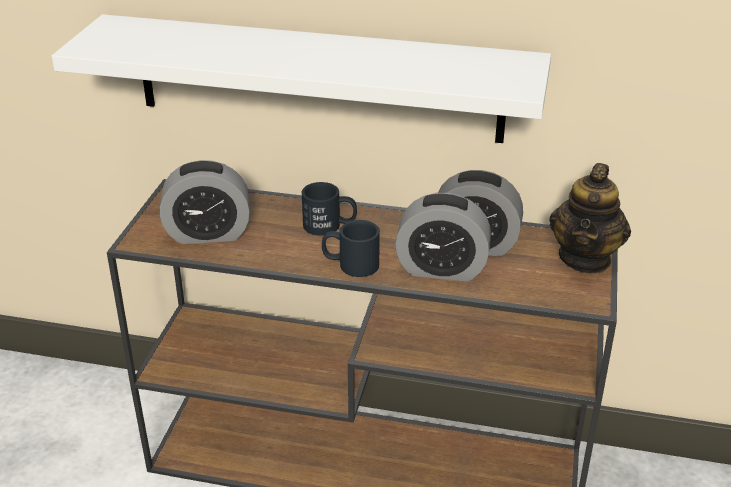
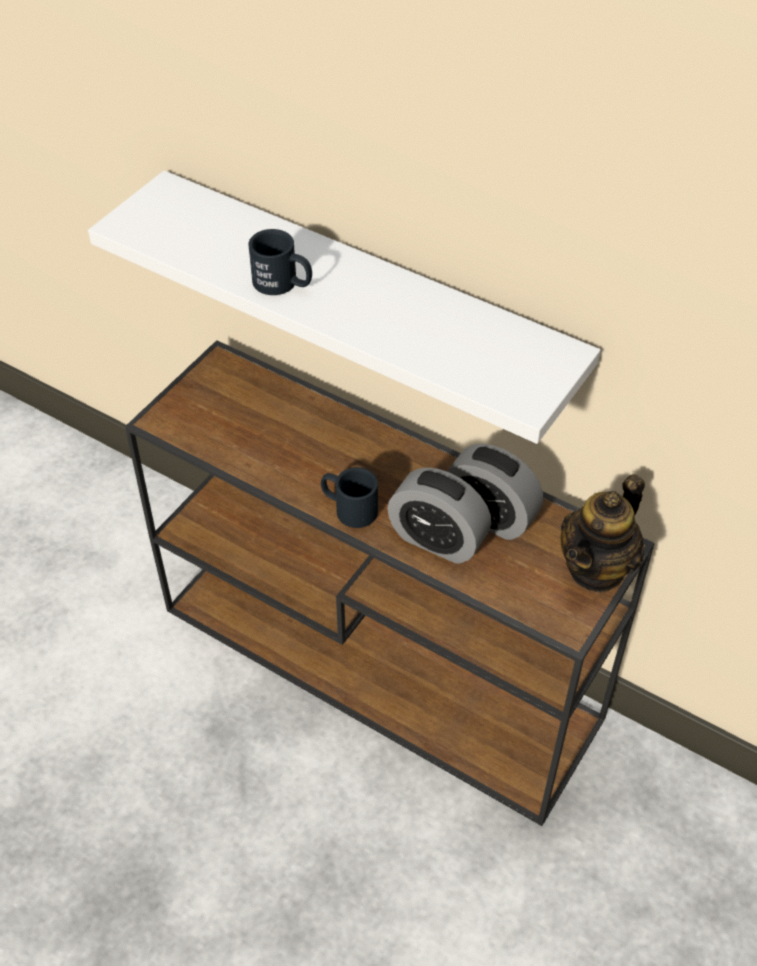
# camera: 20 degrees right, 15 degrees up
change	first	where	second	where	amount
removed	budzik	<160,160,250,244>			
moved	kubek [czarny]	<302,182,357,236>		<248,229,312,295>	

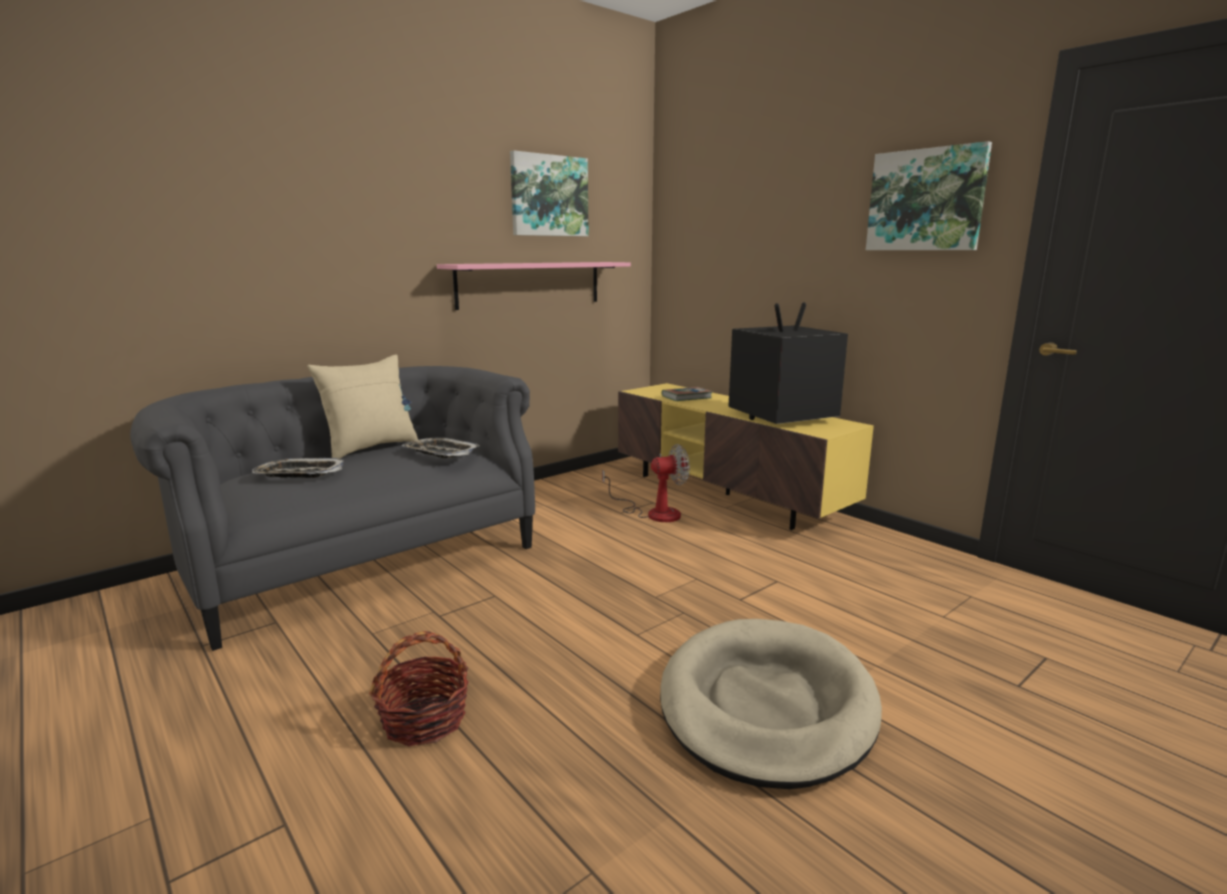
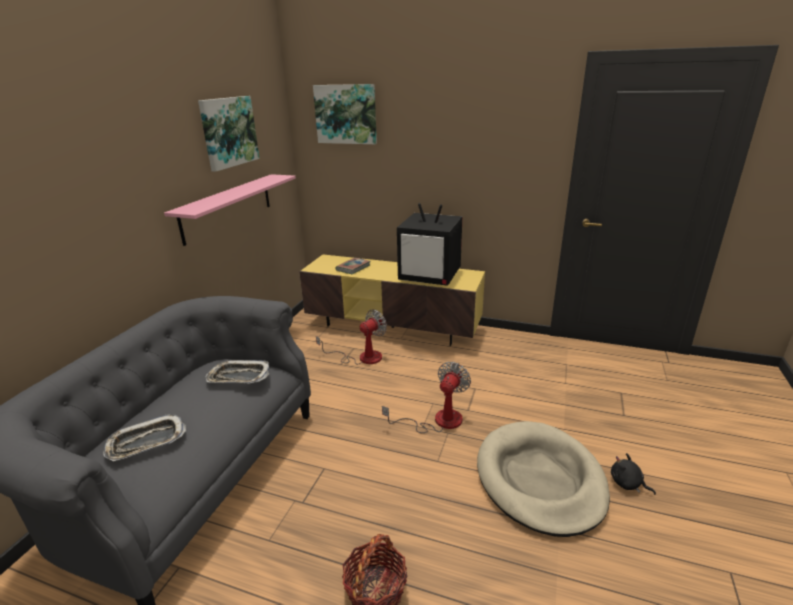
# camera: 30 degrees left, 10 degrees up
change	first	where	second	where	amount
removed	poduszka [beżowy]	<307,354,418,458>			
turned	telewizor	<728,302,848,424>		<397,203,463,286>	105 degrees counterclockwise
moved	obraz	<866,141,992,250>		<313,84,377,144>	
added			wentylator	<382,362,471,433>	
added			pluszak [czarny]	<611,453,656,495>	

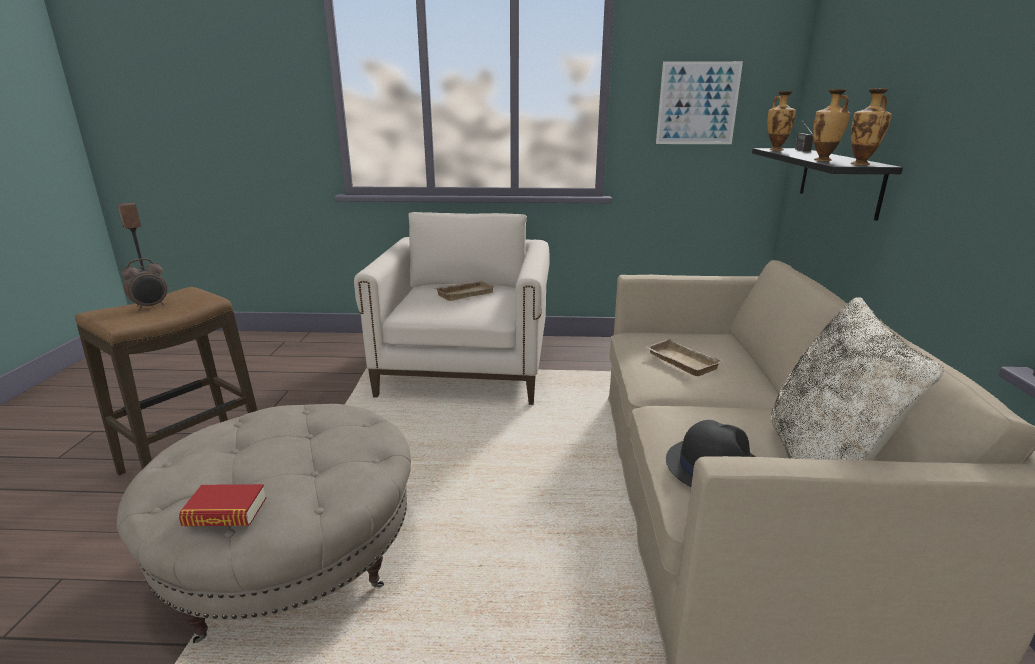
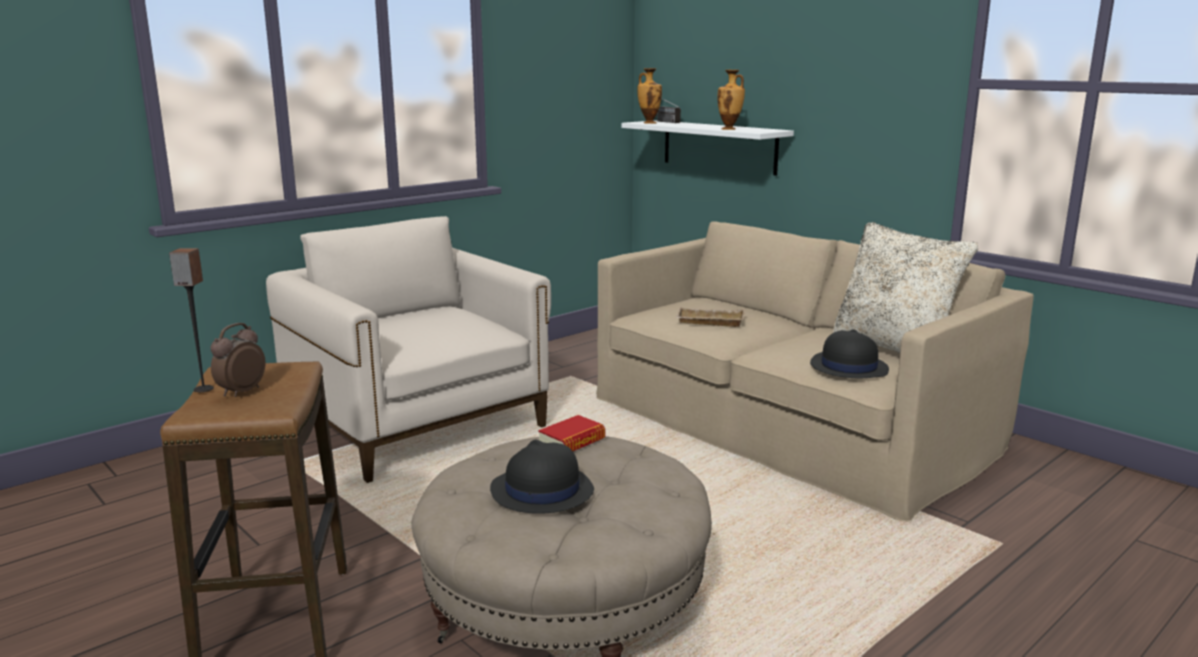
# camera: 45 degrees left, 5 degrees down
change	first	where	second	where	amount
turned	budzik	<122,258,167,310>		<210,323,265,397>	150 degrees counterclockwise
moved	książka	<179,484,266,526>		<538,415,605,451>	
removed	taca [beżowy]	<435,281,495,301>			
removed	obraz	<656,61,743,144>			
recoloured	półka [czarny]	<752,148,903,221>	półka [biały]	<621,120,794,176>	
removed	wazon	<851,88,892,165>			
added			kapelusz [czarny]	<490,440,594,514>	

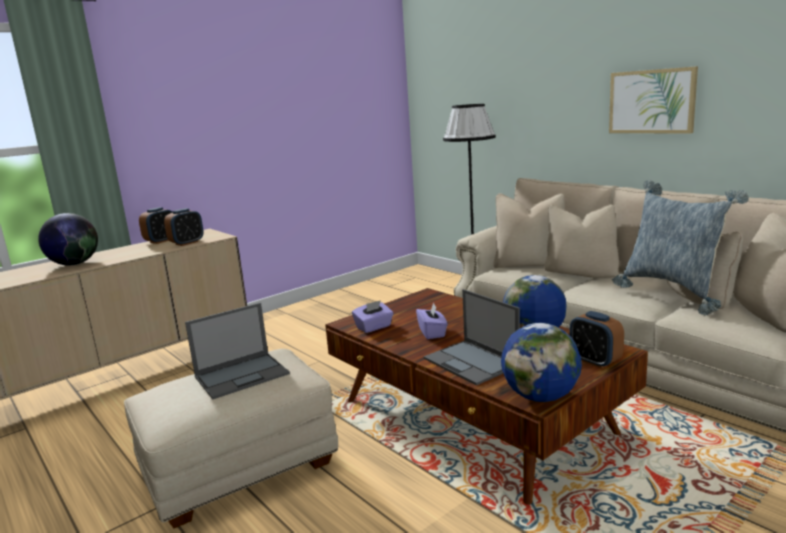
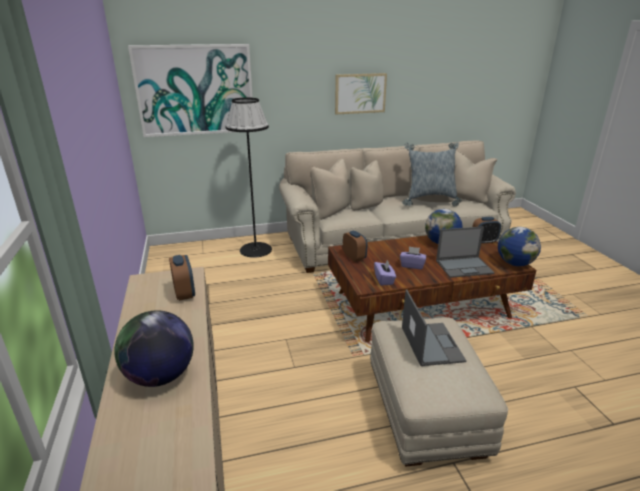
# camera: 65 degrees left, 10 degrees up
change	first	where	second	where	amount
moved	budzik	<139,207,173,244>		<343,231,367,262>	
added			obraz	<128,44,253,137>	

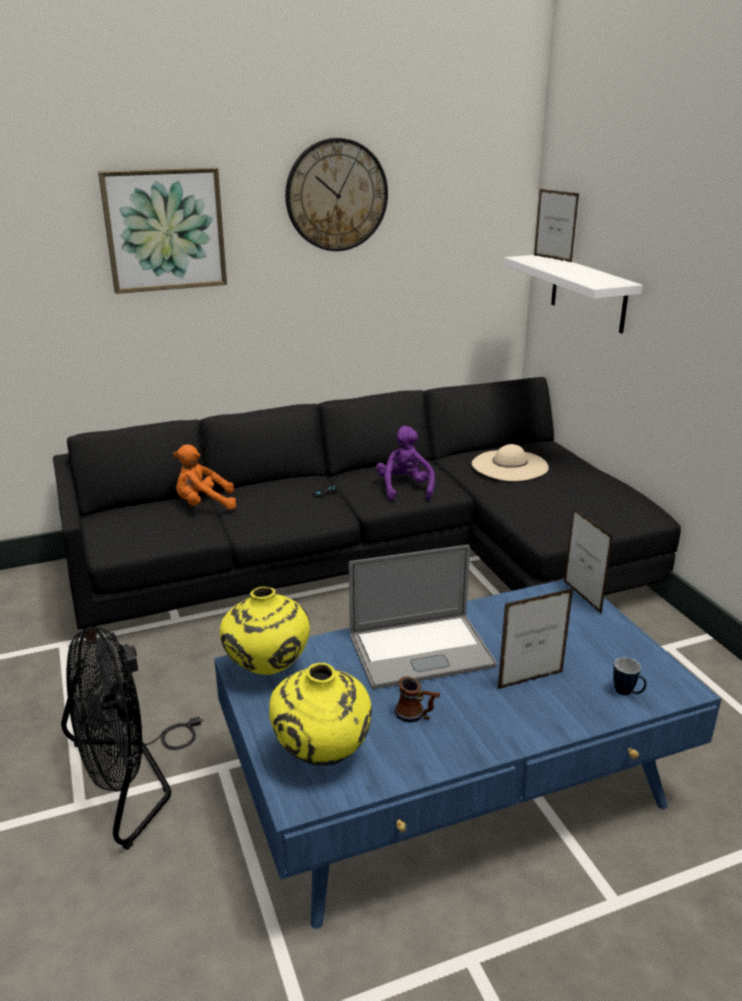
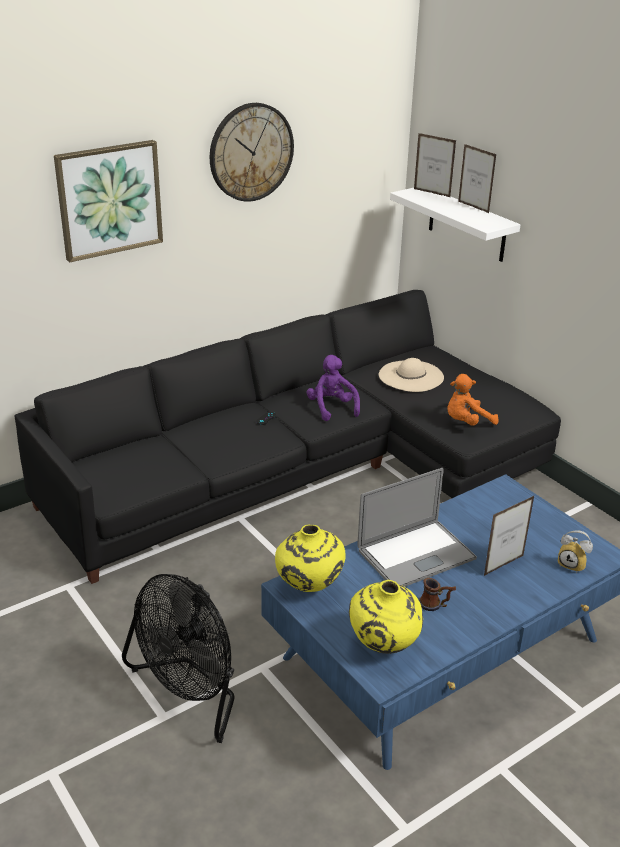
# camera: 15 degrees left, 5 degrees up
change	first	where	second	where	amount
moved	pluszak [pomarańczowy]	<173,444,236,510>		<447,374,499,426>	
moved	ramka na zdjęcie	<564,507,613,614>		<458,144,497,213>	
replaced	kubek	<613,658,647,695>	budzik	<558,530,593,573>	

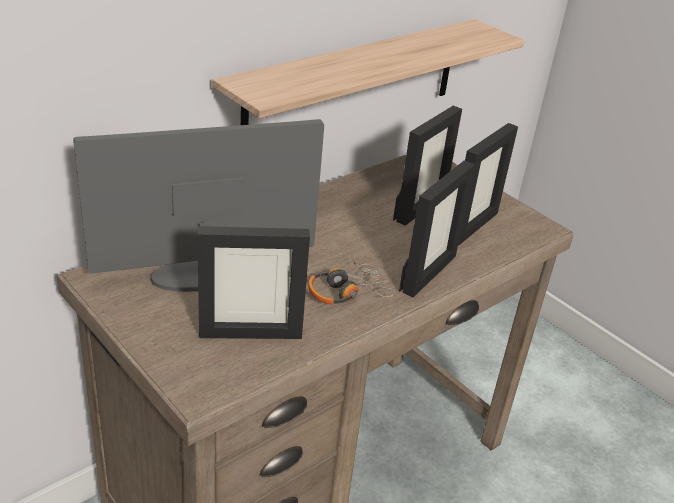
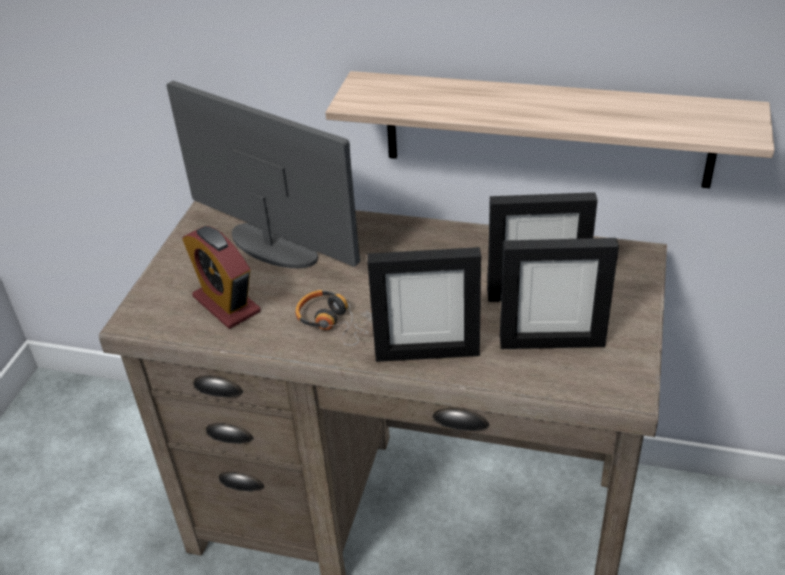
# camera: 60 degrees right, 5 degrees up
change	first	where	second	where	amount
replaced	ramka na zdjęcie	<197,226,310,339>	budzik	<182,226,261,329>	

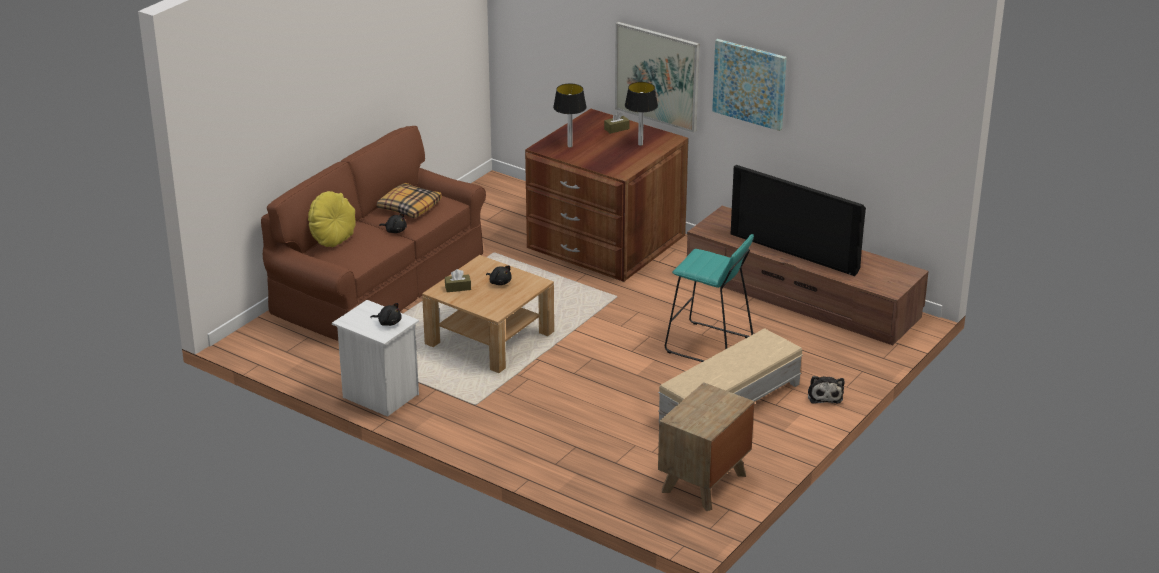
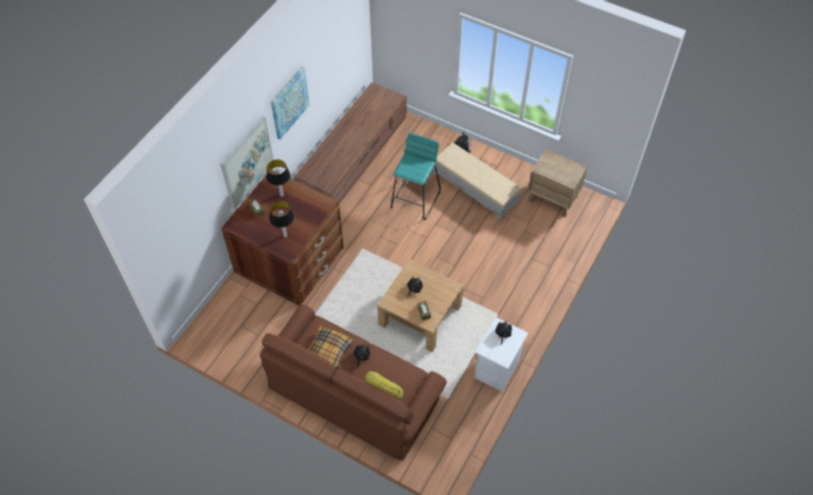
# camera: 95 degrees left, 25 degrees up
change	first	where	second	where	amount
removed	telewizor	<731,165,866,276>			

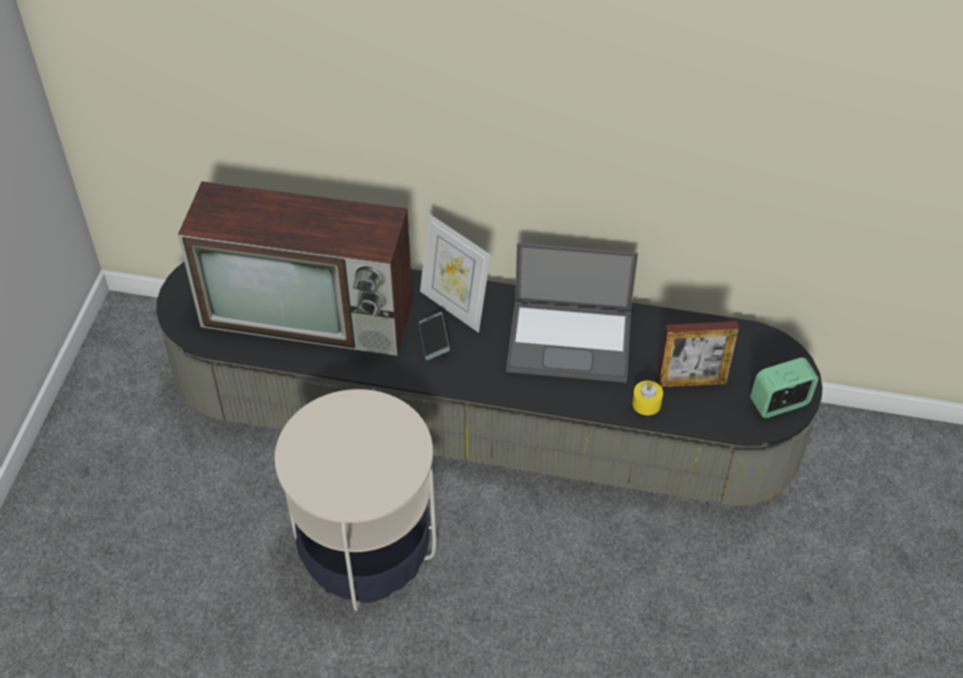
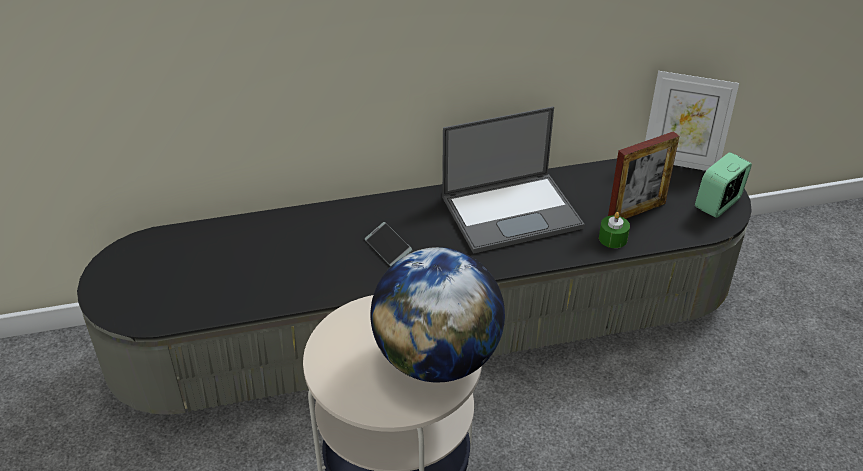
# camera: 25 degrees left, 10 degrees down
change	first	where	second	where	amount
removed	telewizor	<178,181,413,356>			
moved	ramka na zdjęcie	<420,214,491,333>		<645,71,739,171>	
recoloured	świeca [żółty]	<632,381,663,415>	świeca [zielony]	<599,212,630,248>	
added			globus	<371,247,505,383>	

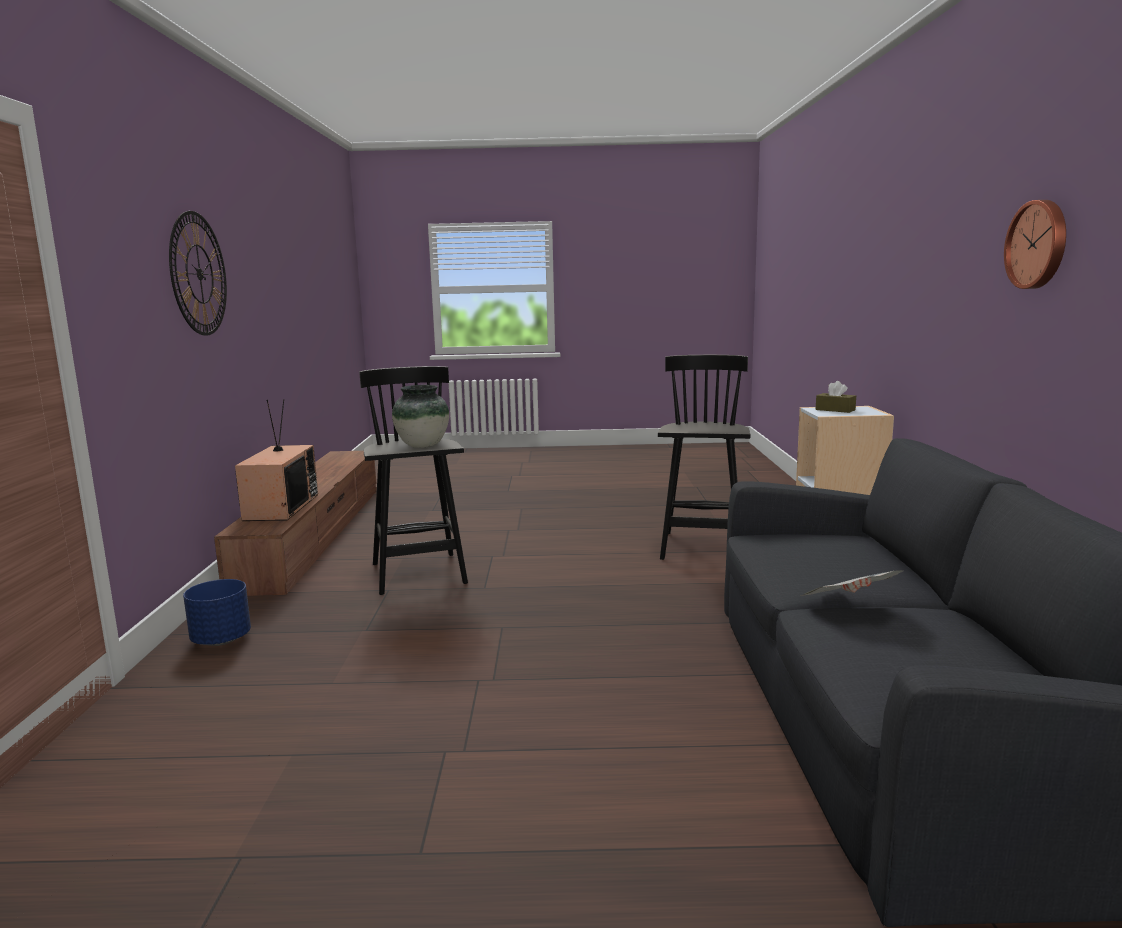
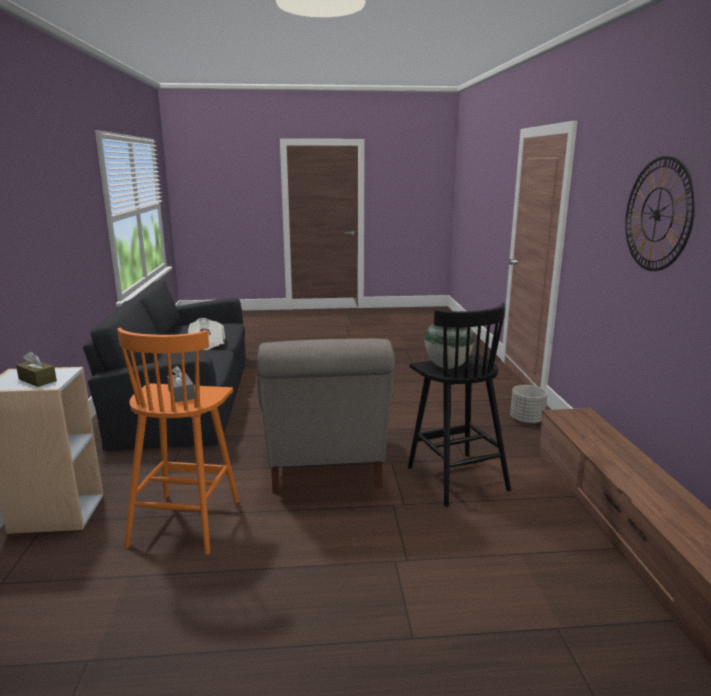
# camera: 175 degrees right, 5 degrees up
change	first	where	second	where	amount
recoloured	donica [niebieski]	<183,579,251,646>	donica [szary]	<510,385,548,423>	
removed	telewizor	<235,399,318,521>			
recoloured	stołek [czarny]	<658,355,750,560>	stołek [pomarańczowy]	<117,327,239,555>	
removed	zegar ścienny	<1004,200,1066,289>			
added			pudełko chusteczek [szary]	<167,366,195,402>	
added			fotel [szary]	<257,339,395,494>	

